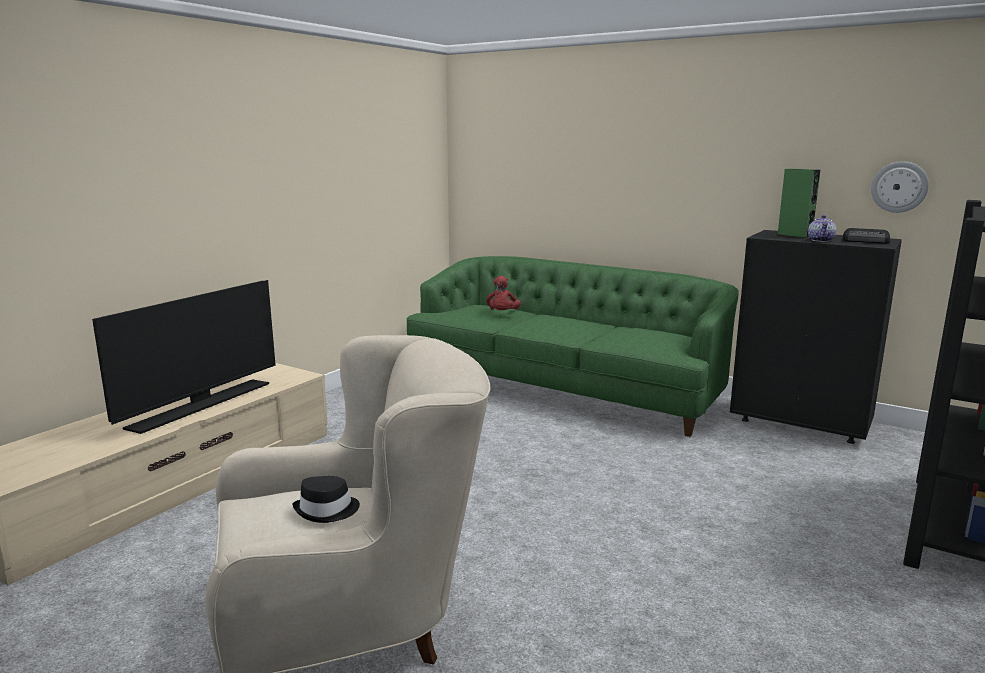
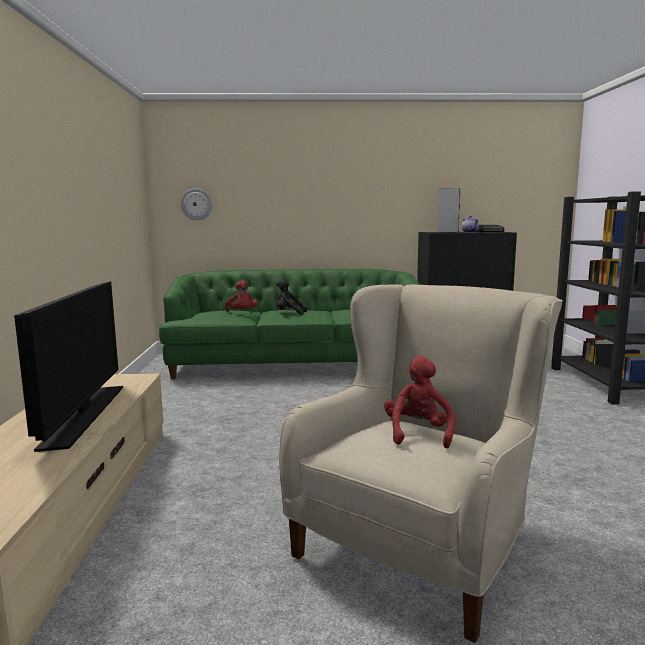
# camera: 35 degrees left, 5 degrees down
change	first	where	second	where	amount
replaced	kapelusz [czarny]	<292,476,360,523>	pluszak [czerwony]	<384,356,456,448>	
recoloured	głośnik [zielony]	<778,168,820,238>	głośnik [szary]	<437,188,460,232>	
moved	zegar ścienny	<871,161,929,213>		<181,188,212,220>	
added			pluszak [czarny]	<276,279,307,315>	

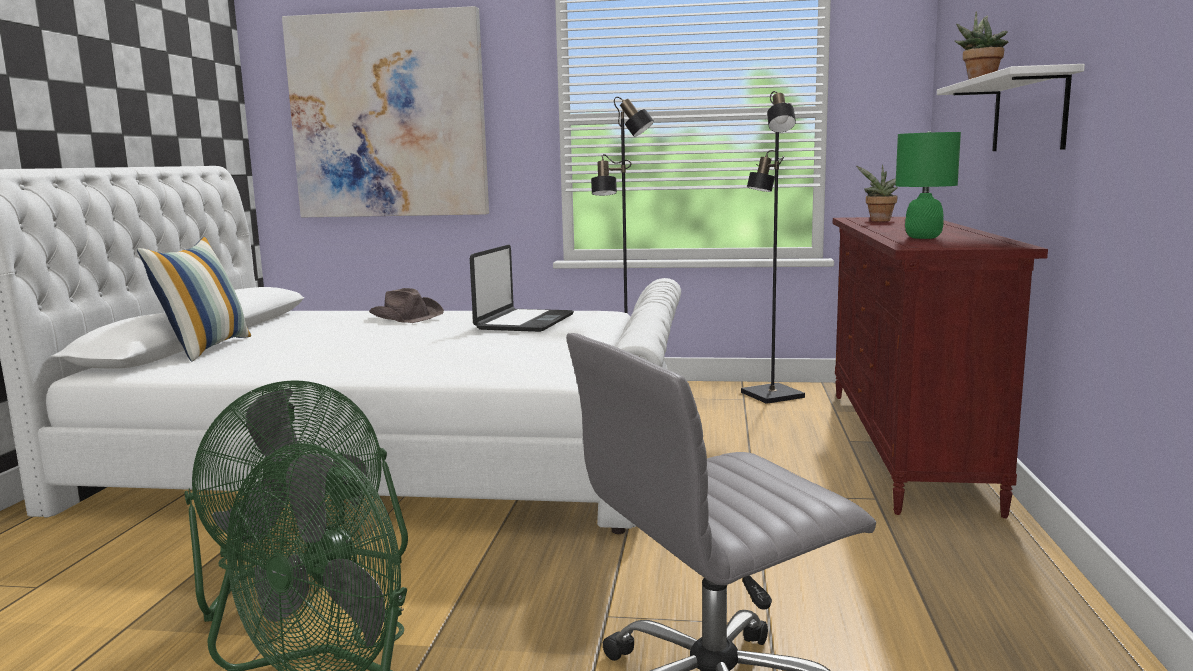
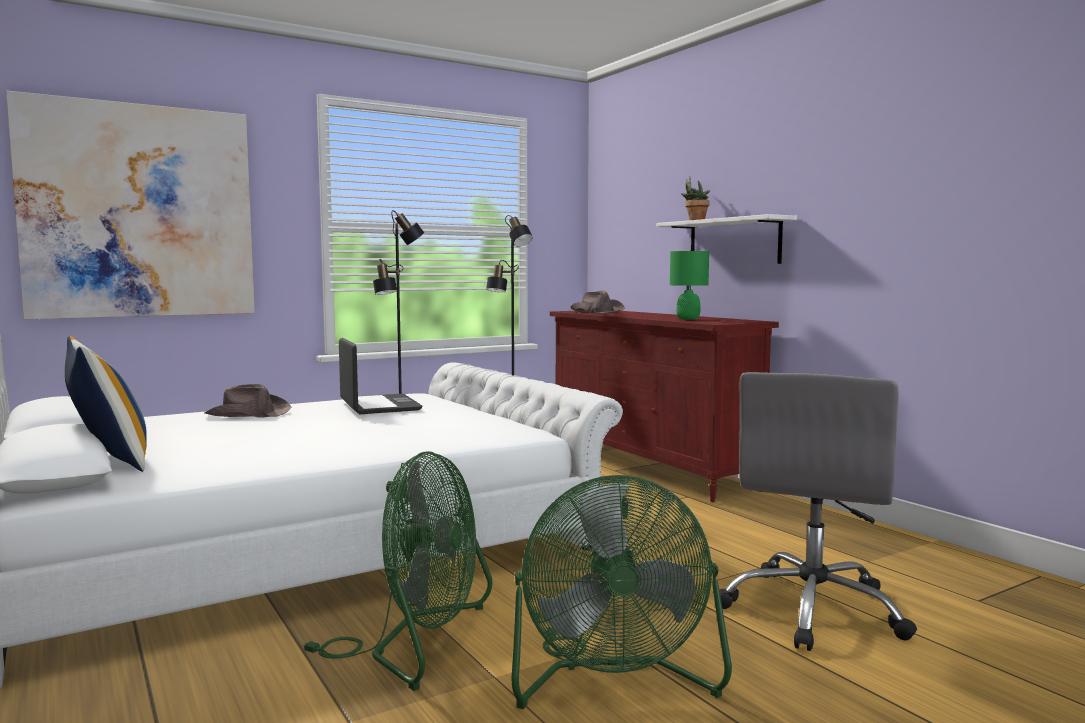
# camera: 40 degrees left, 5 degrees down
change	first	where	second	where	amount
replaced	roślina doniczkowa	<856,165,898,221>	kapelusz [brązowy]	<571,291,625,314>	

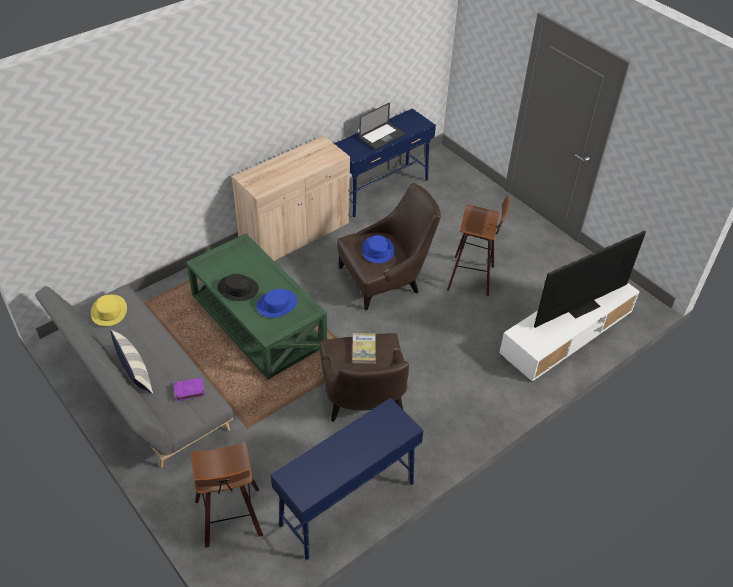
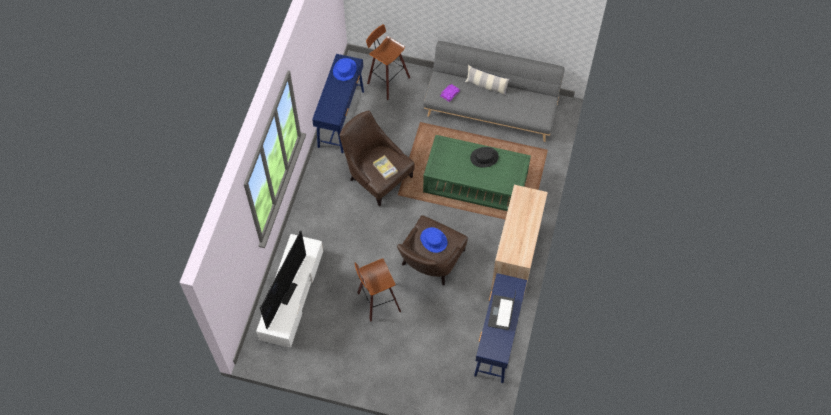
# camera: 145 degrees right, 15 degrees up
change	first	where	second	where	amount
removed	kapelusz [żółty]	<91,295,127,326>			
moved	kapelusz [niebieski]	<256,289,297,318>		<333,58,357,81>	

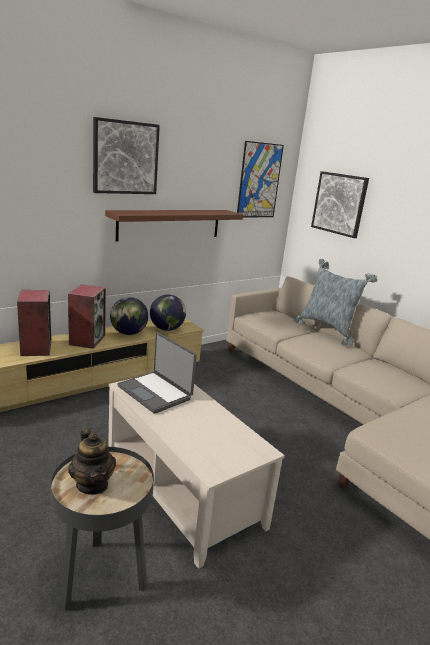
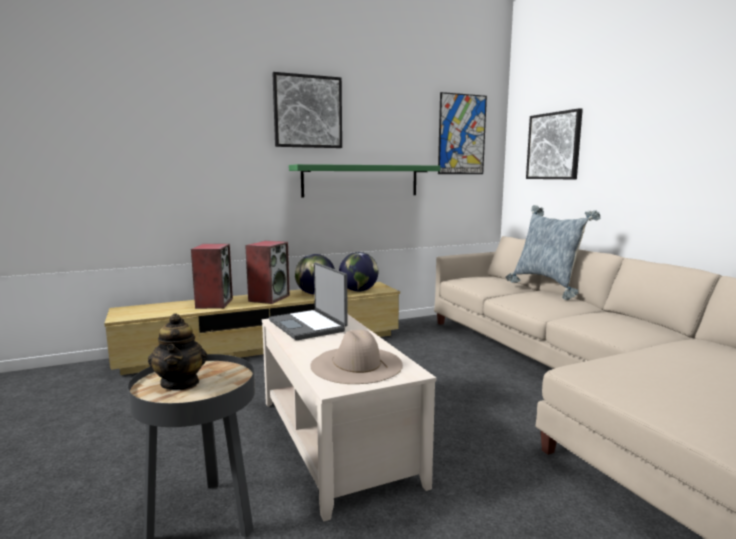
# camera: 15 degrees right, 10 degrees down
change	first	where	second	where	amount
recoloured	półka [brązowy]	<105,210,243,241>	półka [zielony]	<289,164,440,197>	
added			kapelusz [beżowy]	<310,330,403,384>	

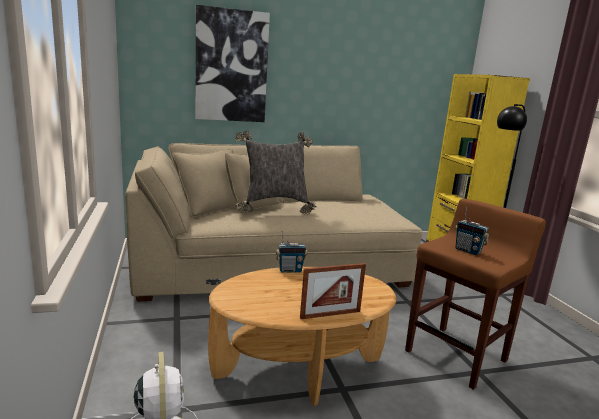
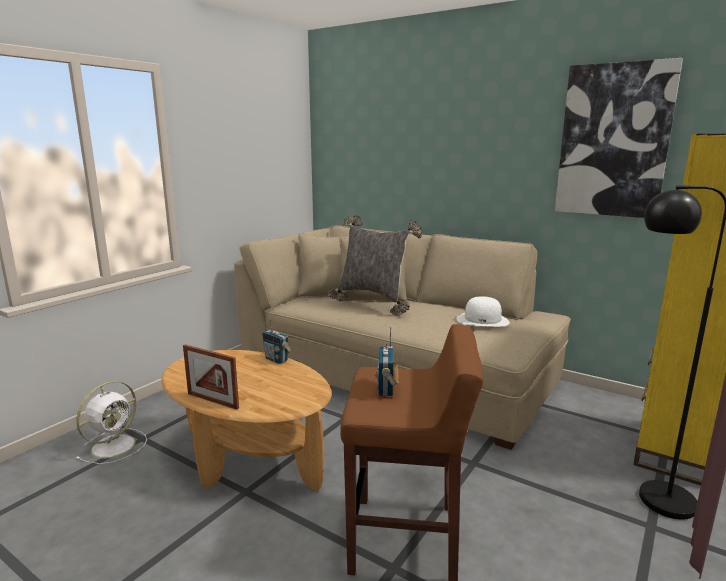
# camera: 50 degrees right, 0 degrees up
change	first	where	second	where	amount
moved	obraz	<195,5,270,122>		<555,58,683,218>	
added			kapelusz [biały]	<456,296,509,327>	

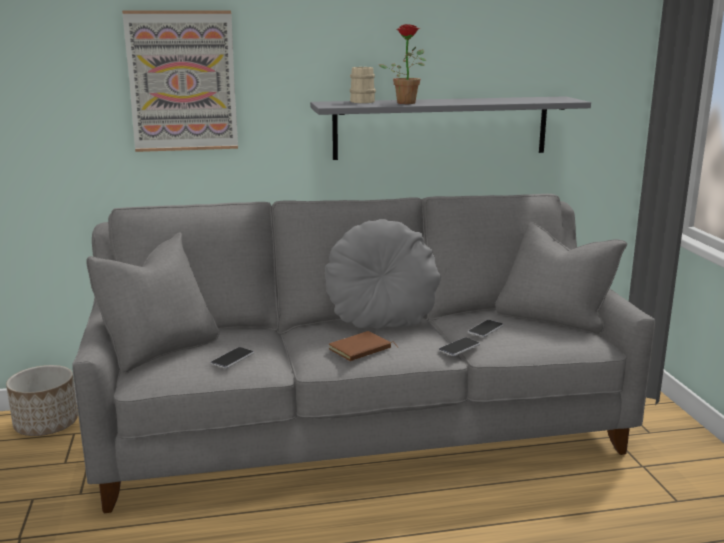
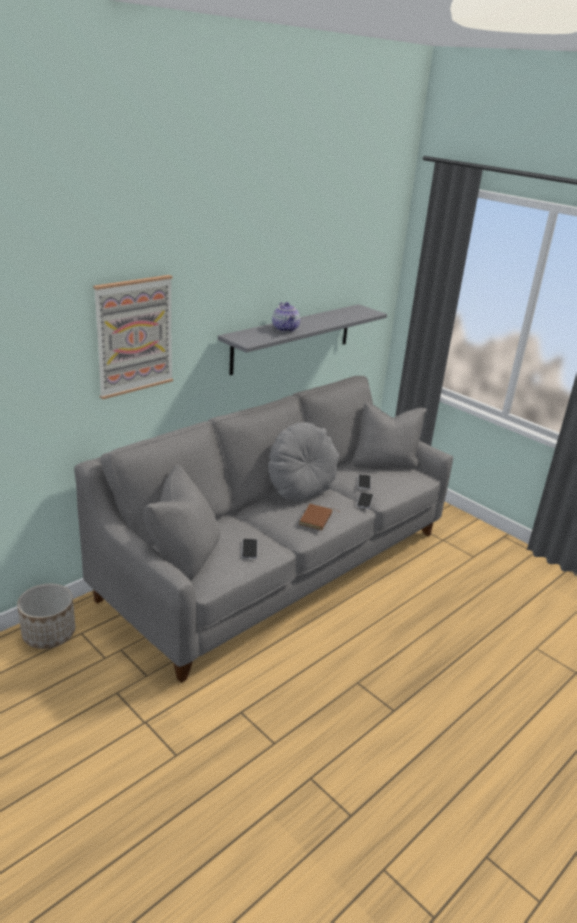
# camera: 35 degrees left, 10 degrees up
change	first	where	second	where	amount
removed	kubek [beżowy]	<350,67,376,103>			
replaced	roślina doniczkowa	<379,24,426,104>	imbryk	<272,302,300,332>	

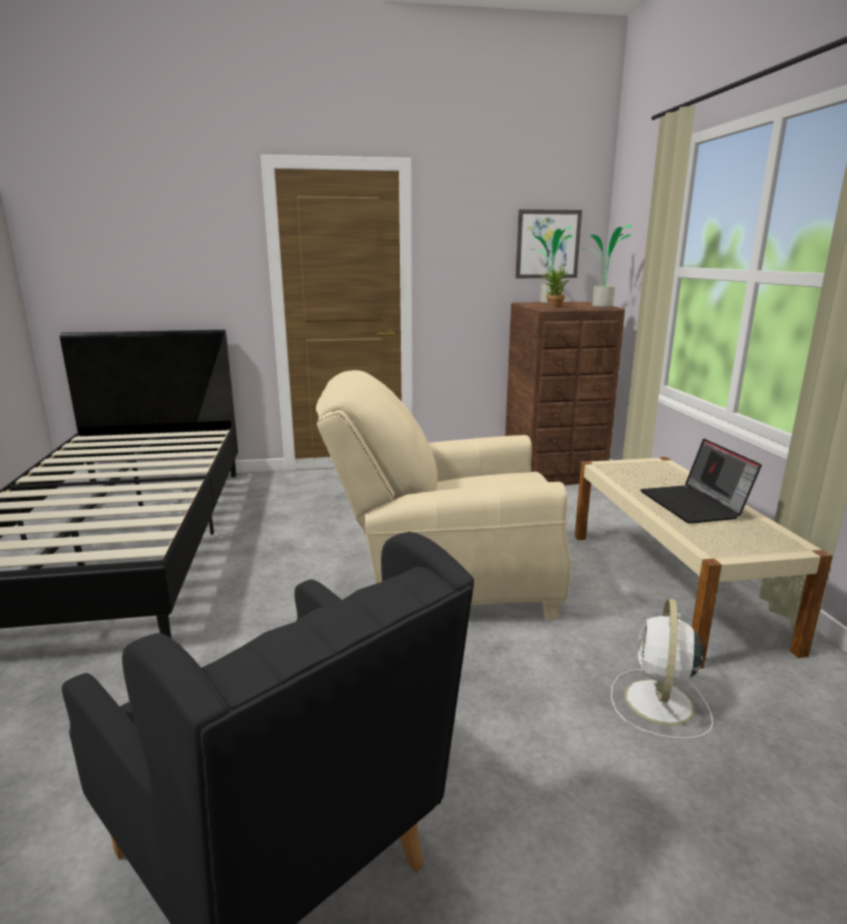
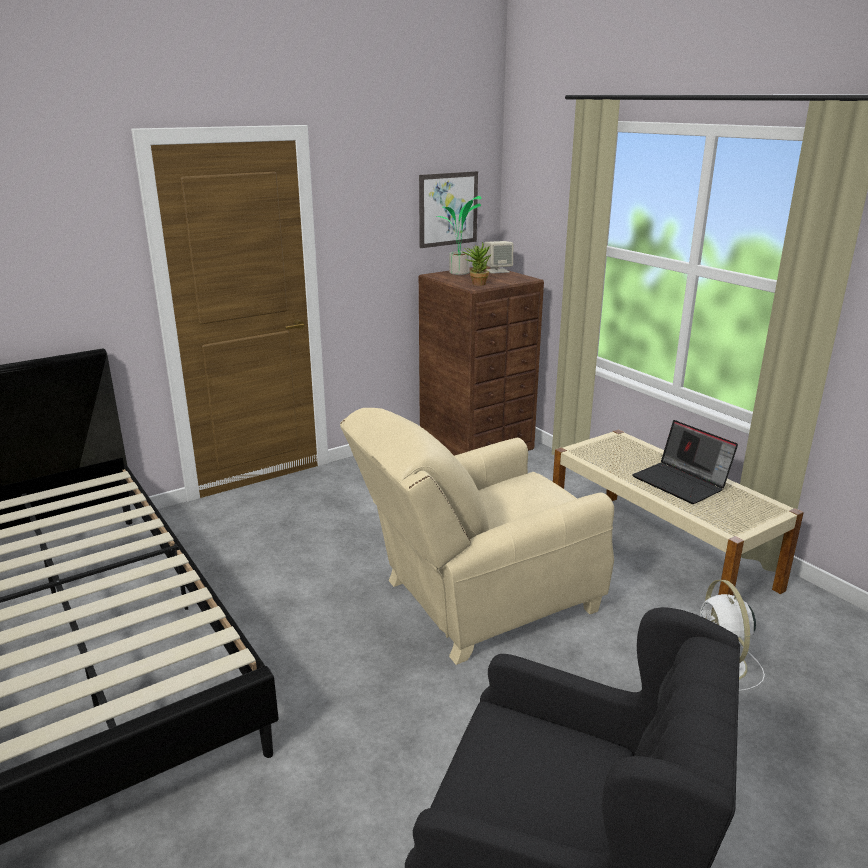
# camera: 25 degrees left, 5 degrees up
change	first	where	second	where	amount
removed	roślina doniczkowa	<590,225,631,308>			
added			głośnik [beżowy]	<484,241,513,274>	

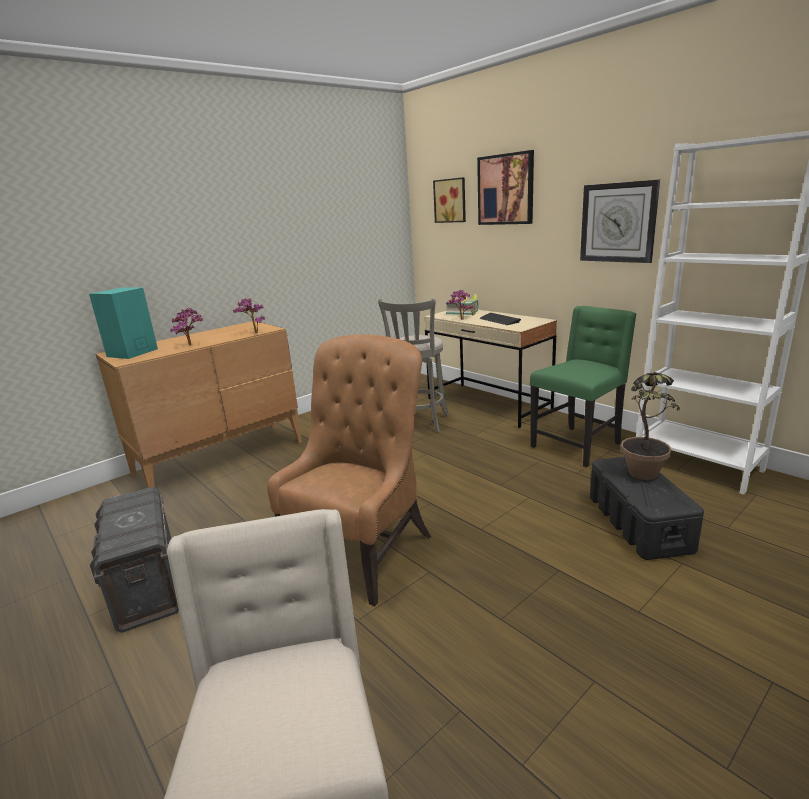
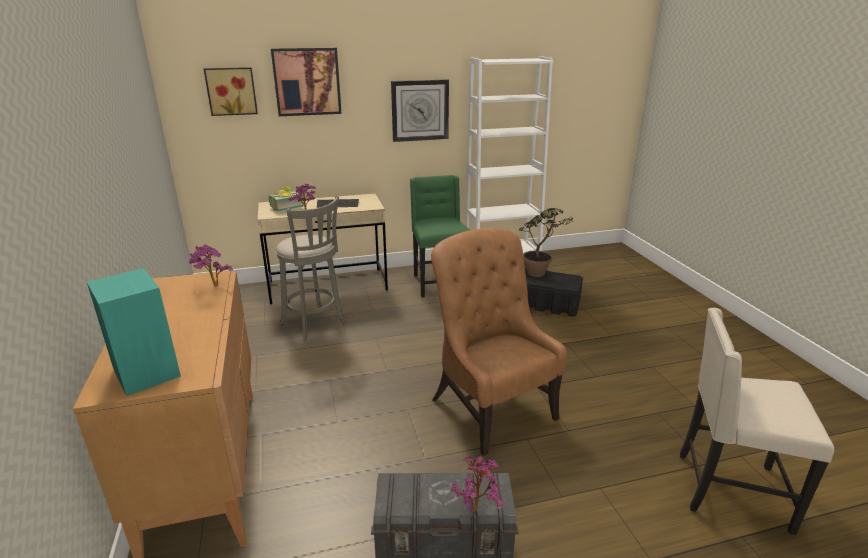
# camera: 65 degrees left, 5 degrees up
change	first	where	second	where	amount
moved	roślina doniczkowa	<170,308,203,345>		<451,456,504,512>	

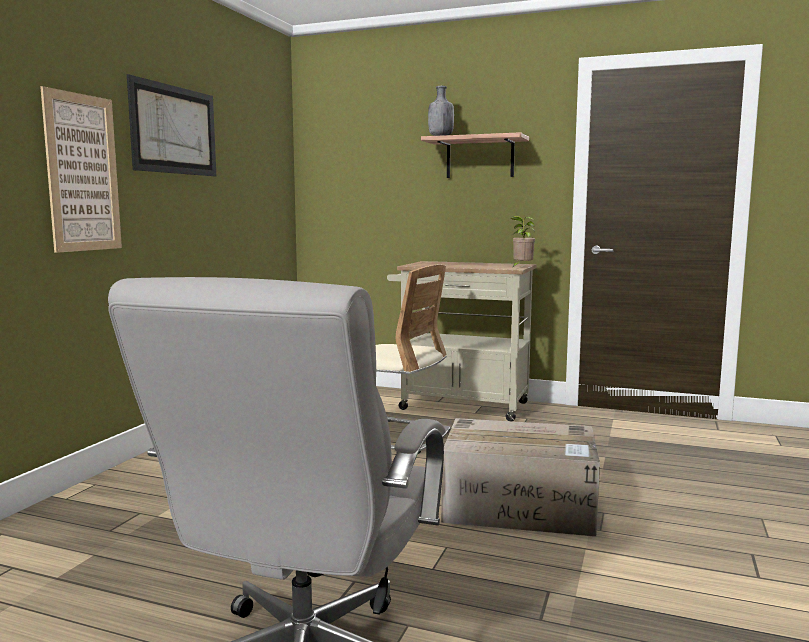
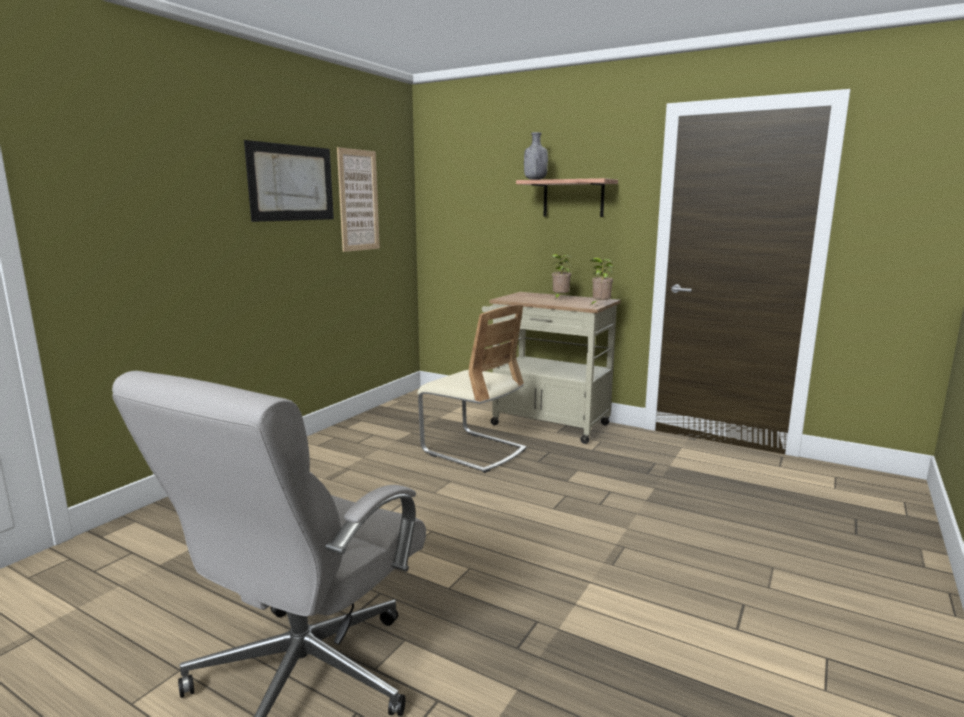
# camera: 10 degrees right, 5 degrees up
change	first	where	second	where	amount
moved	obraz	<40,86,122,253>		<337,147,380,252>	
removed	karton	<441,418,600,537>			
added			roślina doniczkowa	<551,254,572,298>	

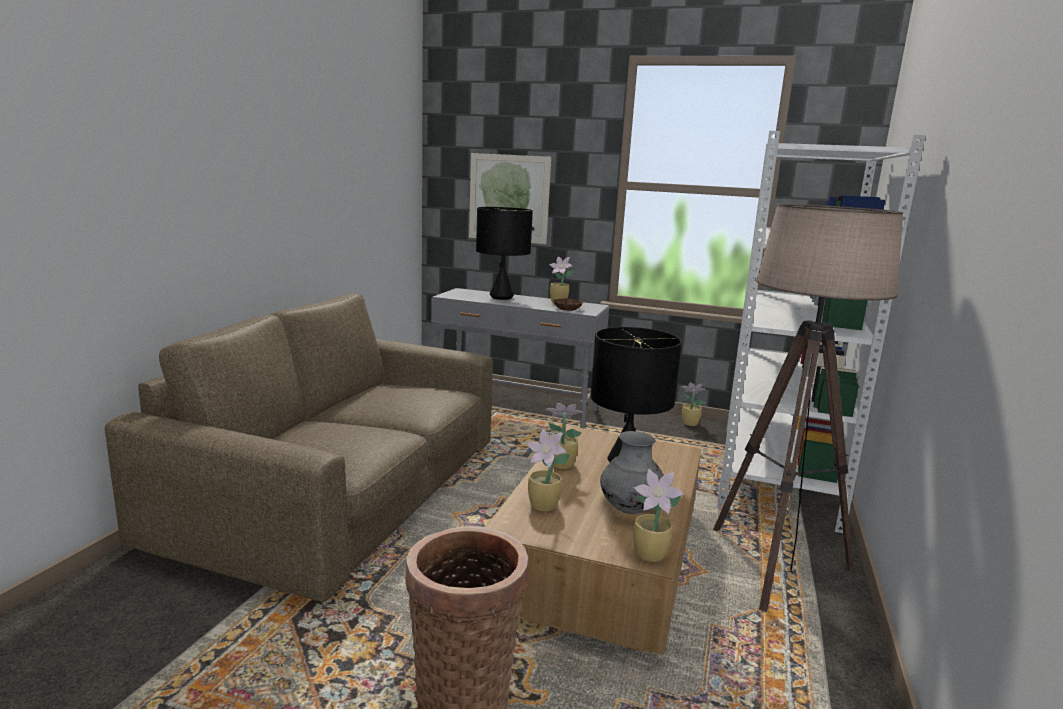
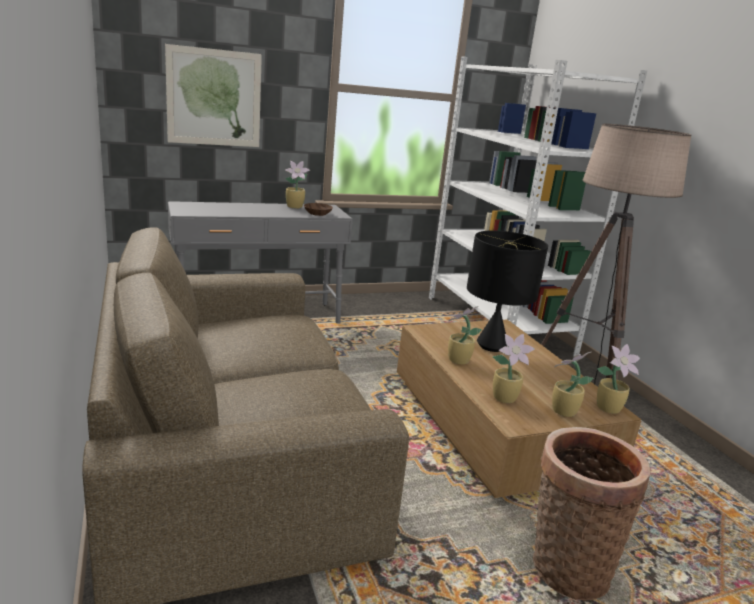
# camera: 40 degrees left, 5 degrees up
change	first	where	second	where	amount
removed	lampa stołowa [czarny]	<476,207,533,300>			
removed	wazon [szary]	<600,431,664,514>			
moved	roślina doniczkowa	<682,383,706,426>		<552,352,593,417>	

